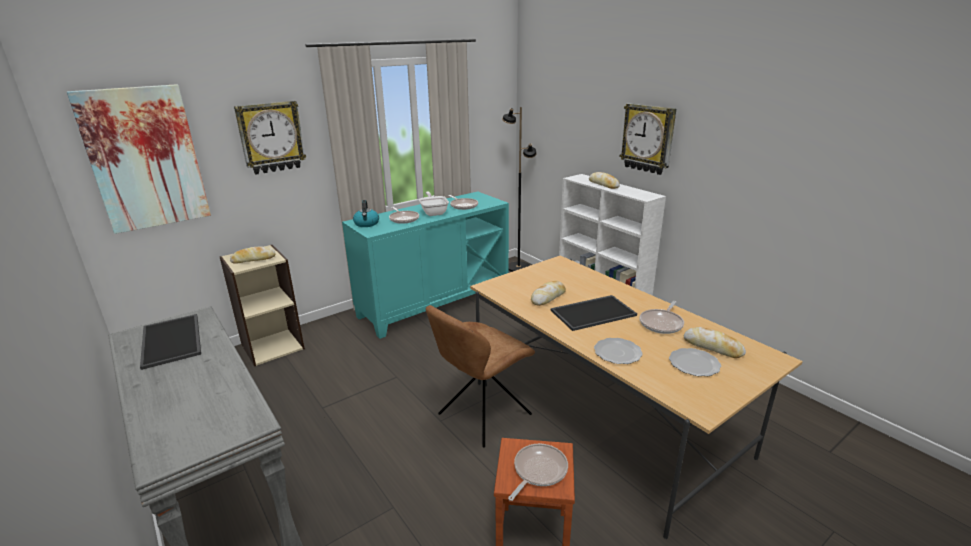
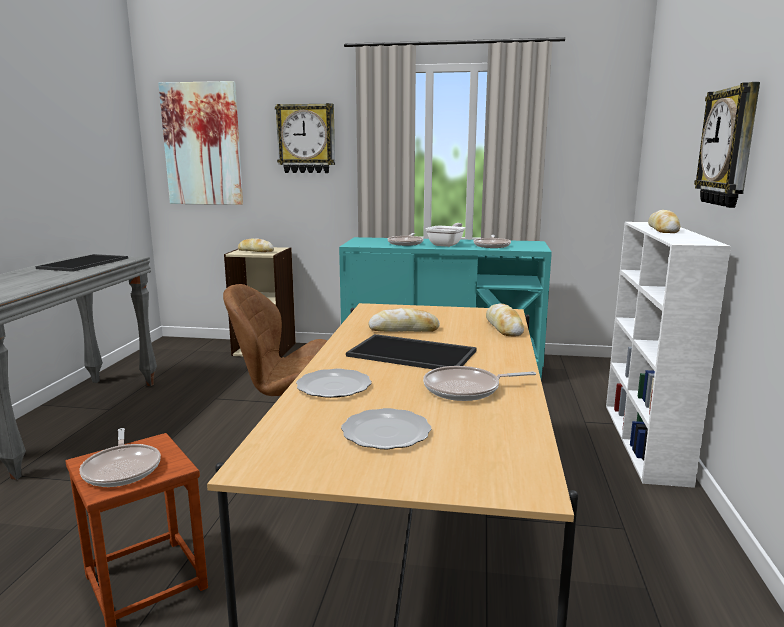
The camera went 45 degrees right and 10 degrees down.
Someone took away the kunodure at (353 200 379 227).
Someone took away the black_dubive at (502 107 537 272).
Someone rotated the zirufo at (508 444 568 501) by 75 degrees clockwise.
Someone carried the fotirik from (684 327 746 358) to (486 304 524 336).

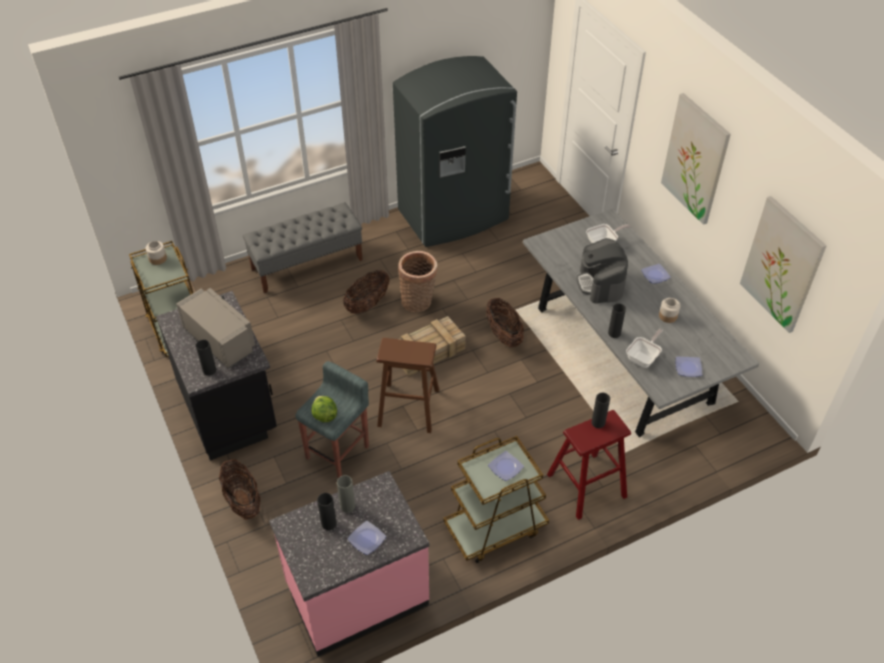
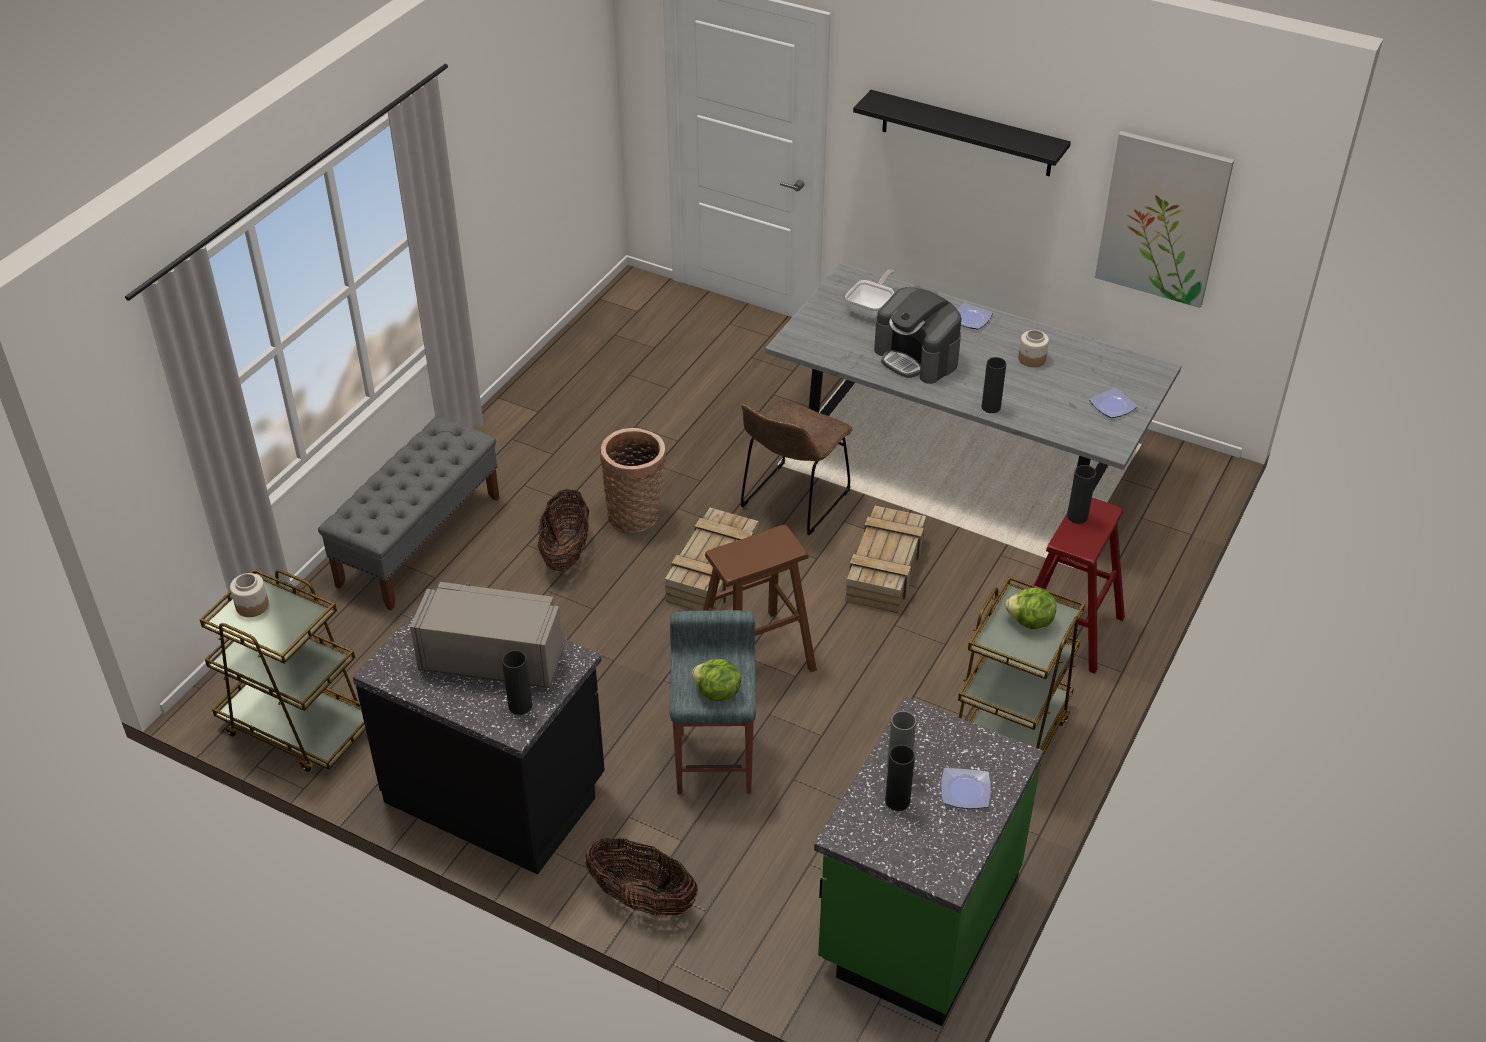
The camera went 35 degrees left and 5 degrees down.
Someone repainted the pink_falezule at (269 471 429 656), which became the green_falezule at (814 697 1044 1026).
Someone took away the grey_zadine at (393 56 517 247).
Someone swapped the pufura at (486 298 524 347) for the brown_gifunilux at (740 400 853 535).
Someone swapped the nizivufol at (488 451 524 481) for the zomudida at (1005 587 1056 630).
Someone took away the zirufo at (626 329 663 368).
Someone swapped the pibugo at (661 93 731 225) for the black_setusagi at (853 90 1071 176).
Someone put down the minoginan at (846 506 926 613).

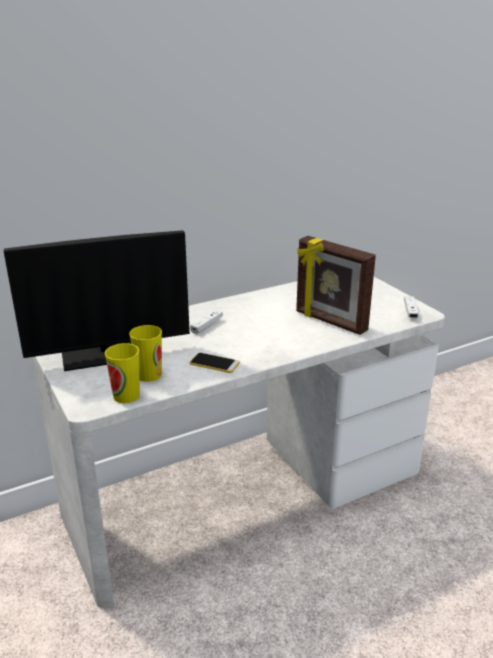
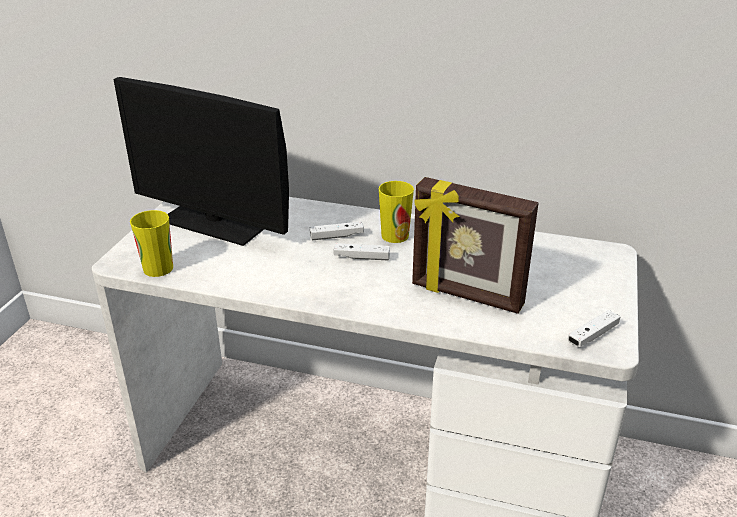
The camera went 45 degrees right and 5 degrees up.
Someone carried the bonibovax from (129 325 162 382) to (378 181 414 243).
Someone took away the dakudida at (190 353 240 373).
Someone rotated the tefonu at (296 236 376 335) by 60 degrees counterclockwise.
Someone put down the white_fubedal at (334 243 390 260).

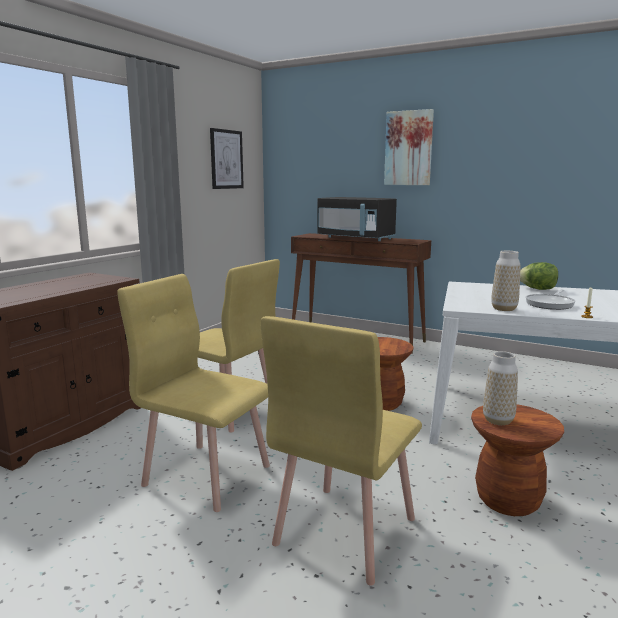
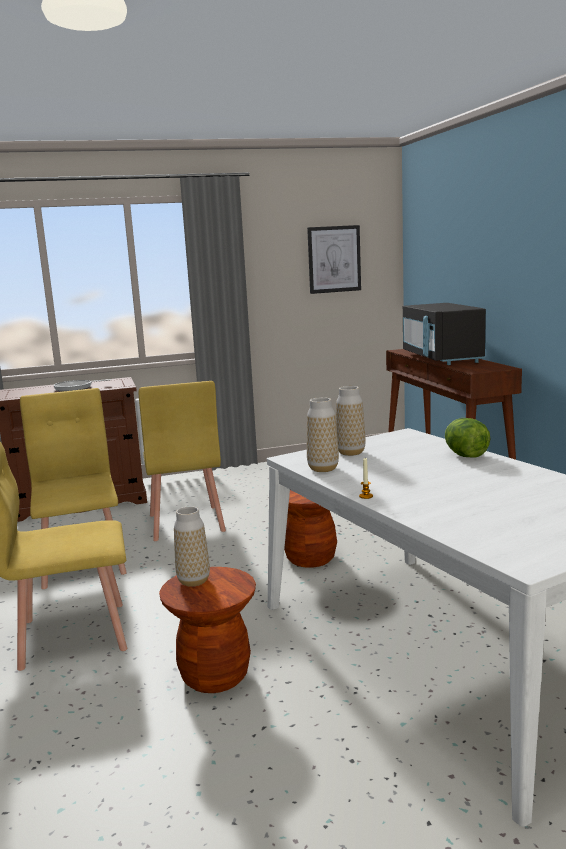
The camera went 45 degrees right and 0 degrees up.
Someone took away the pibugo at (384 109 434 185).
Someone carried the zirufo from (526 290 576 310) to (54 379 111 391).
Someone put down the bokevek at (336 386 366 456).

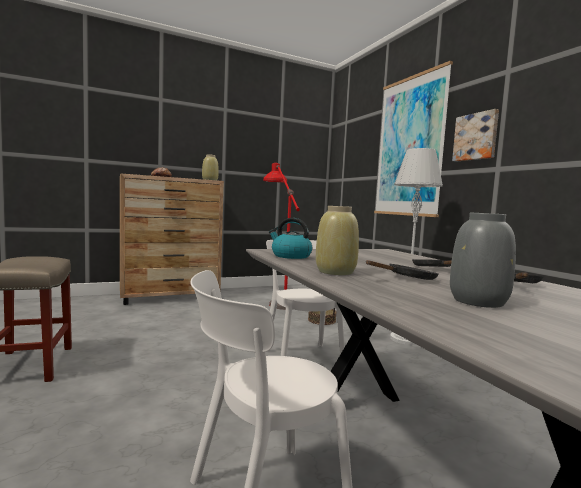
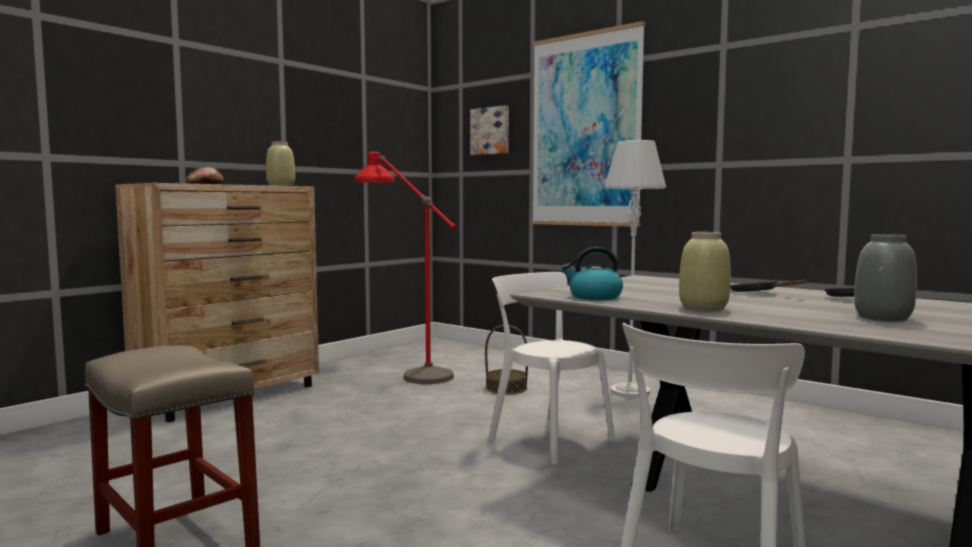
The camera went 25 degrees left and 0 degrees up.
Someone took away the black_zirufo at (366 260 439 280).
Someone carried the pibugo from (452 109 499 162) to (470 105 509 155).

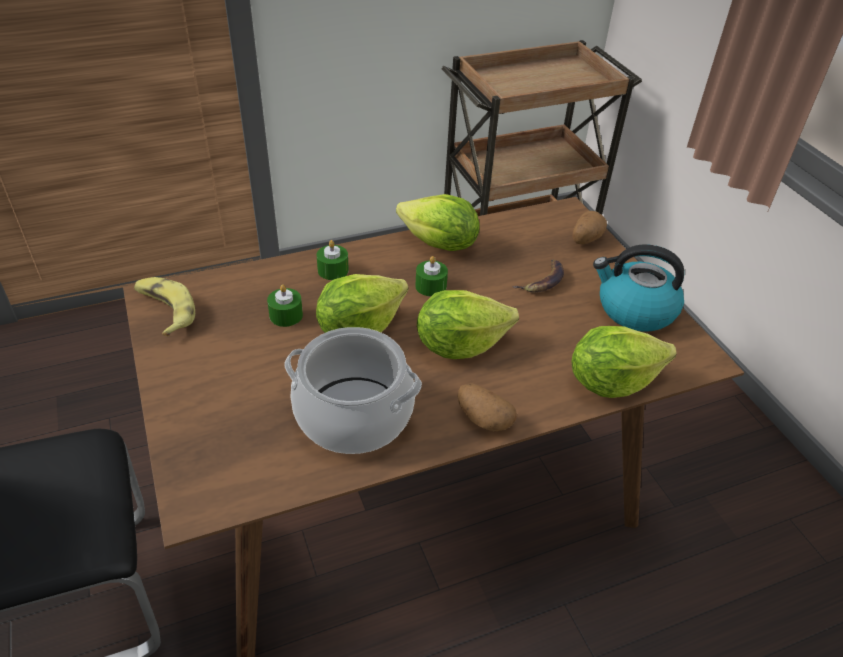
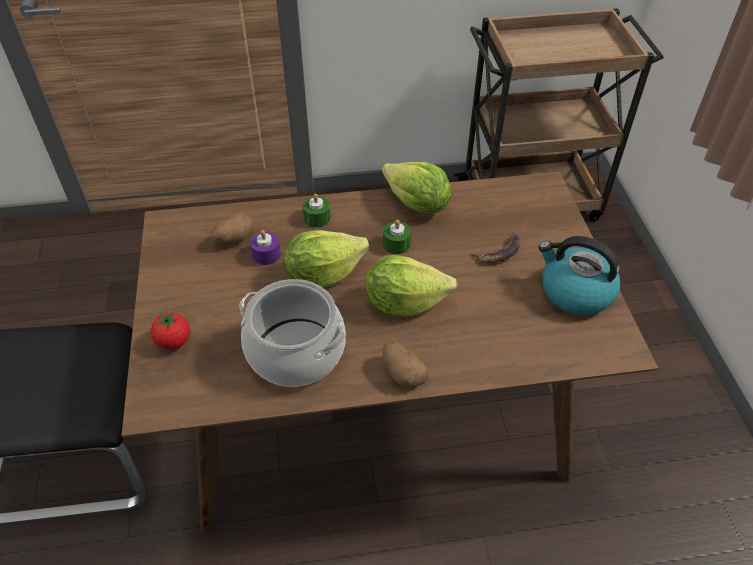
The camera went 15 degrees right and 5 degrees up.
Someone took away the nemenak at (134 277 195 336).
Someone repainted the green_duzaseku at (267 284 303 327), which became the purple_duzaseku at (250 230 281 265).
Someone took away the zomudida at (571 326 677 398).
Someone carried the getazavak from (572 211 607 244) to (211 212 254 246).
Someone put down the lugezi at (151 311 190 350).

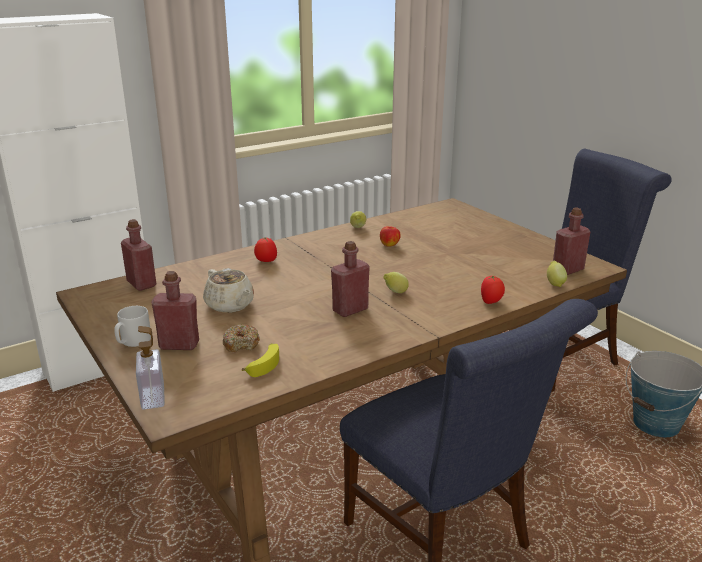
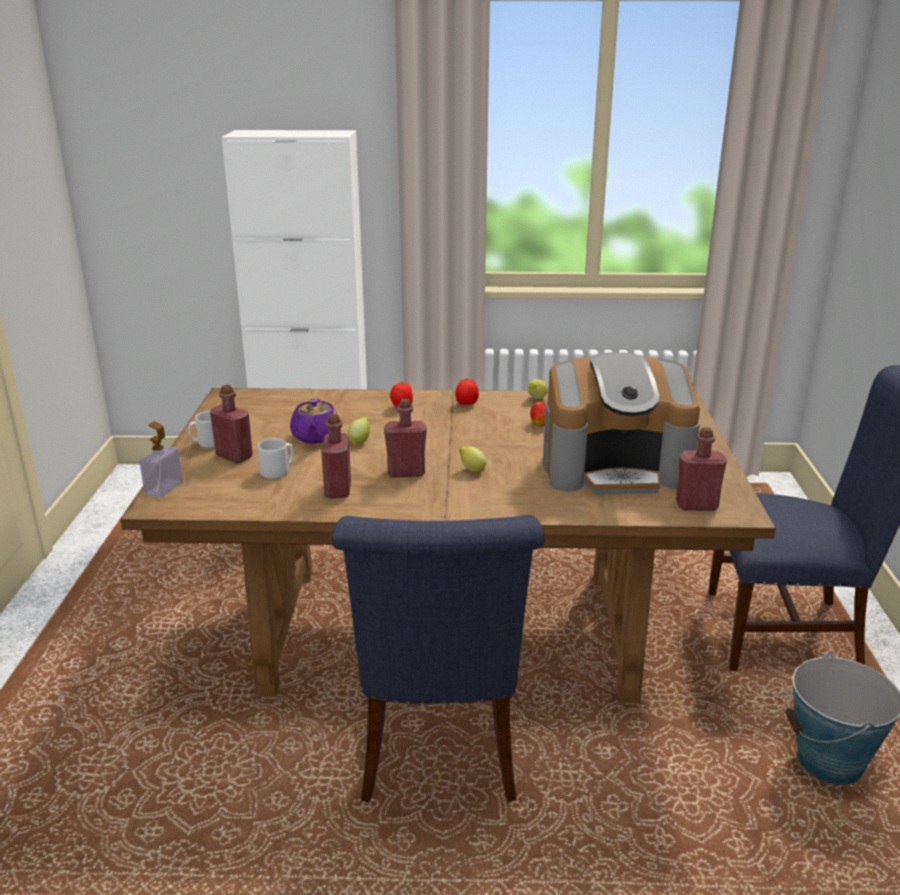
The camera went 35 degrees right and 0 degrees up.
Someone carried the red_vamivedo from (121 219 156 291) to (321 414 351 498).
Someone repainted the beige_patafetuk at (203 268 254 313), which became the purple_patafetuk at (290 398 337 444).
Someone swapped the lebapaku at (223 324 260 352) for the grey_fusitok at (257 438 294 479).
Someone took away the nemenak at (242 344 279 377).
Someone carried the lugezi from (481 275 505 304) to (455 379 479 405).
Someone carried the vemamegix from (547 261 567 287) to (348 417 370 445).
Someone put down the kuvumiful at (543 352 700 494).

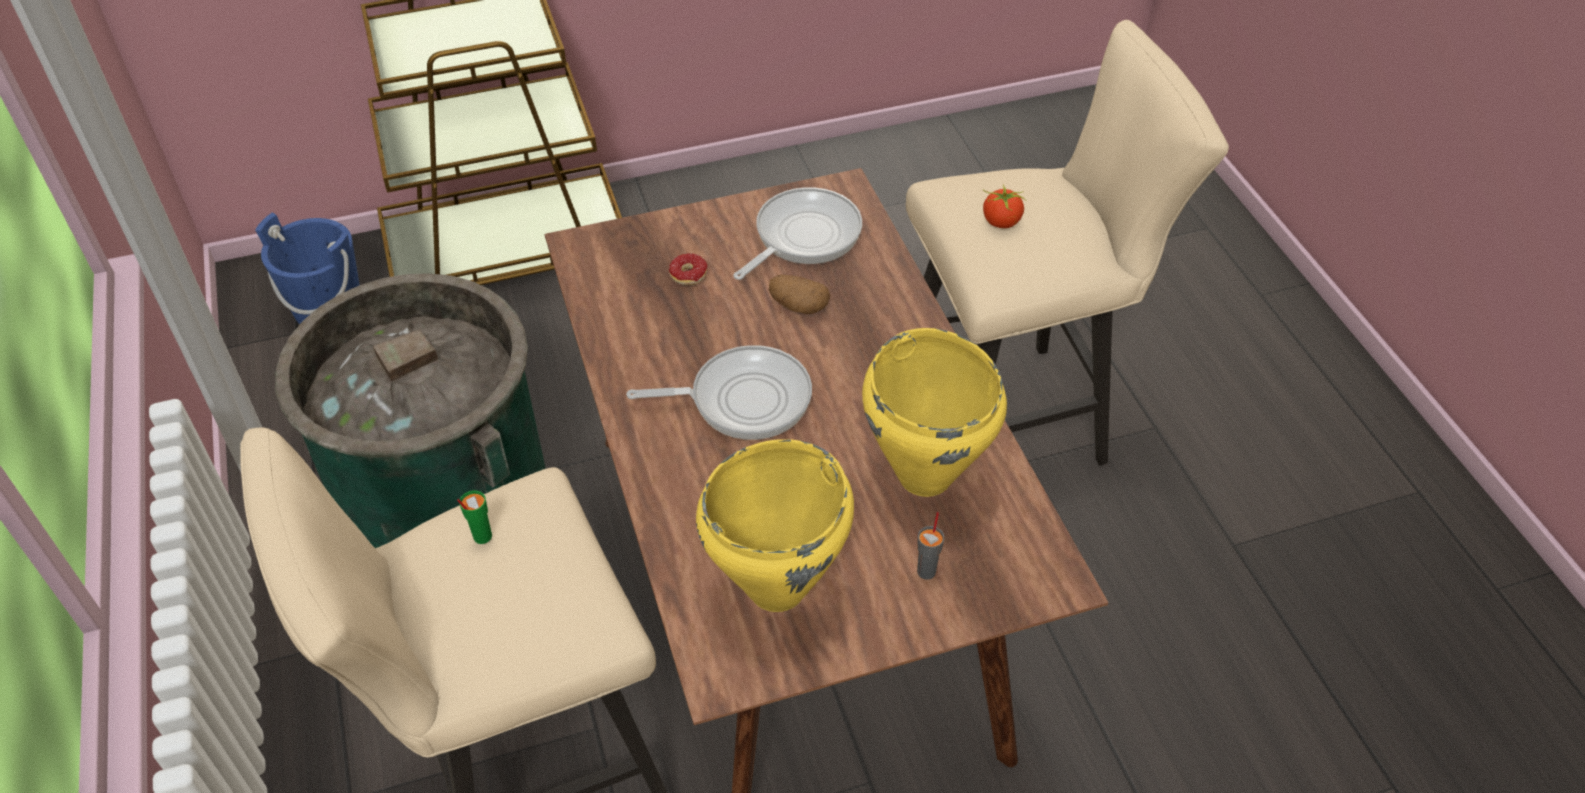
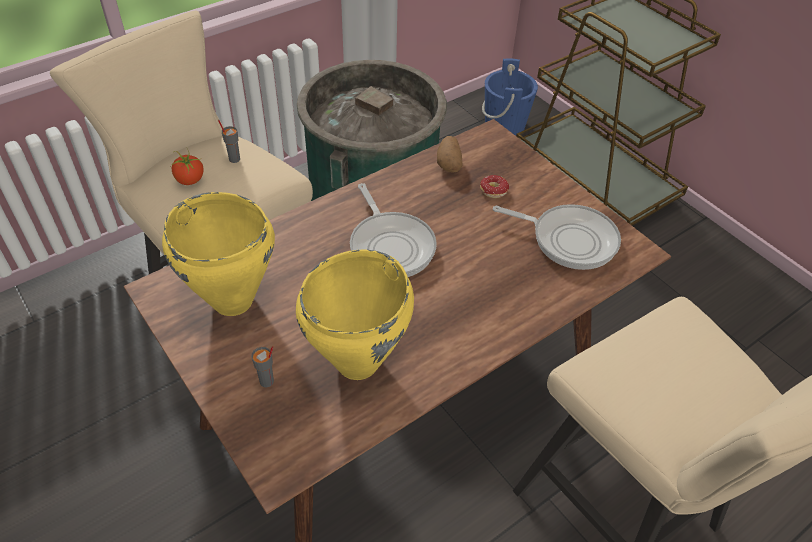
The camera went 70 degrees right and 0 degrees up.
Someone repainted the green_bonibovax at (457 490 492 544), which became the grey_bonibovax at (218 120 240 163).
Someone carried the getazavak from (769 275 830 314) to (437 136 462 173).
Someone carried the lugezi from (983 184 1027 228) to (170 149 204 185).

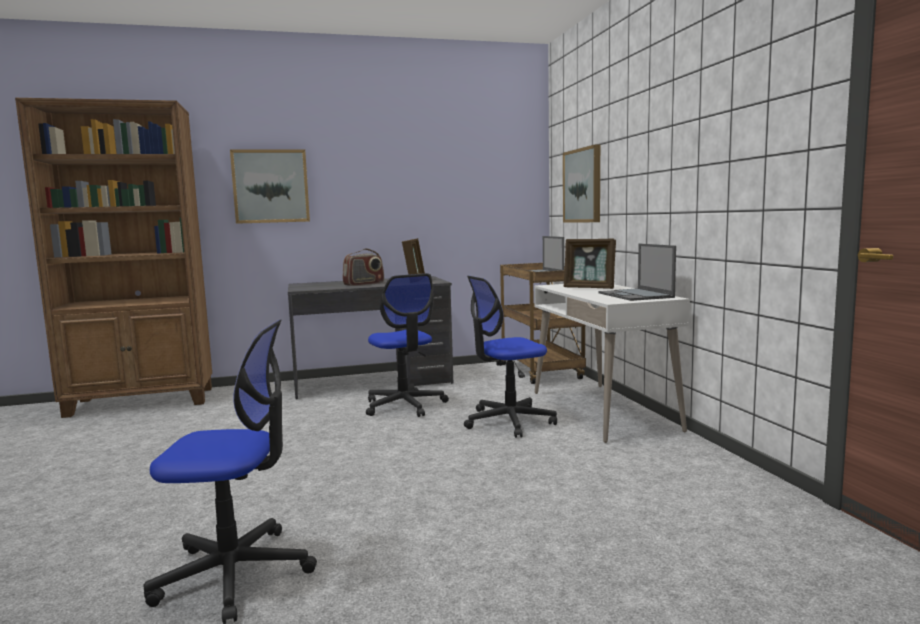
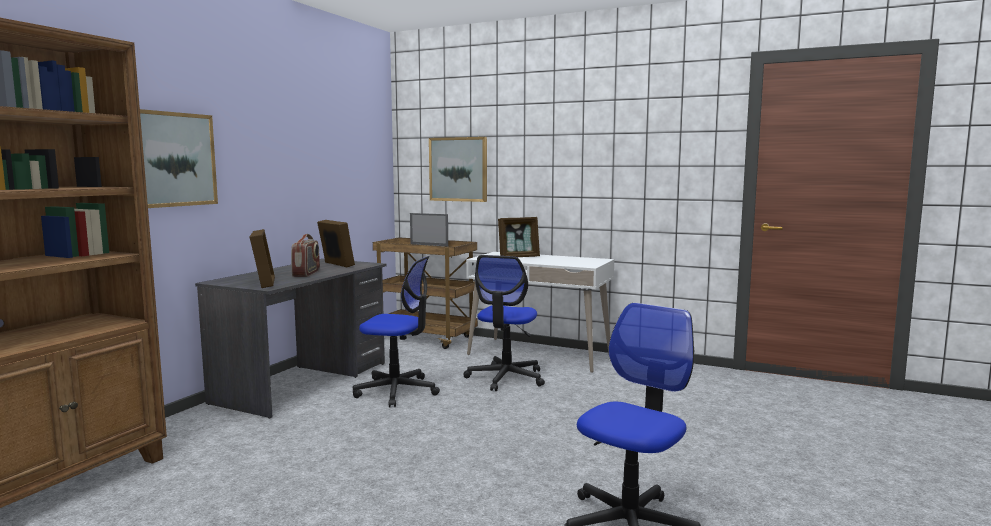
The camera went 50 degrees left and 0 degrees up.
Someone took away the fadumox at (598 244 676 301).
Someone put down the tefonu at (249 229 275 288).

